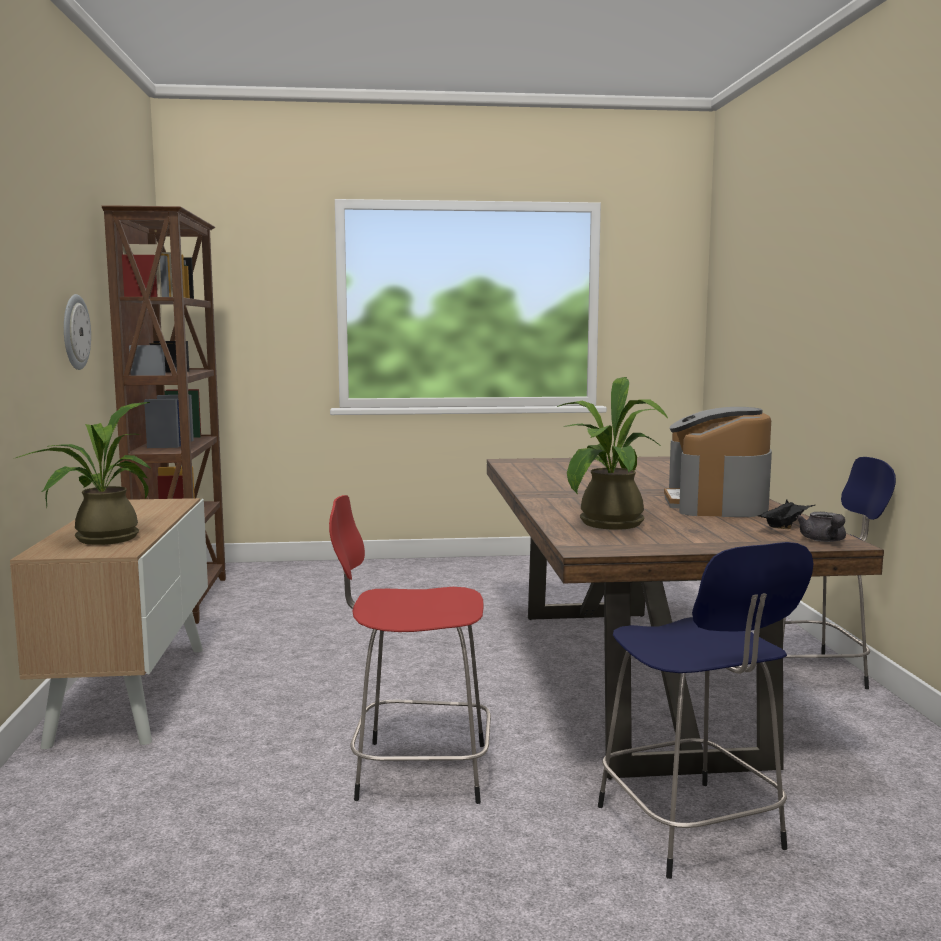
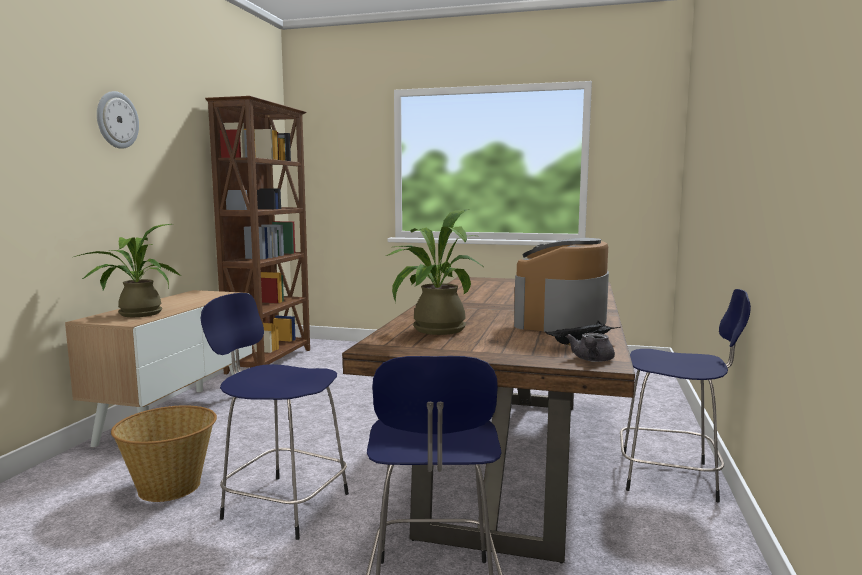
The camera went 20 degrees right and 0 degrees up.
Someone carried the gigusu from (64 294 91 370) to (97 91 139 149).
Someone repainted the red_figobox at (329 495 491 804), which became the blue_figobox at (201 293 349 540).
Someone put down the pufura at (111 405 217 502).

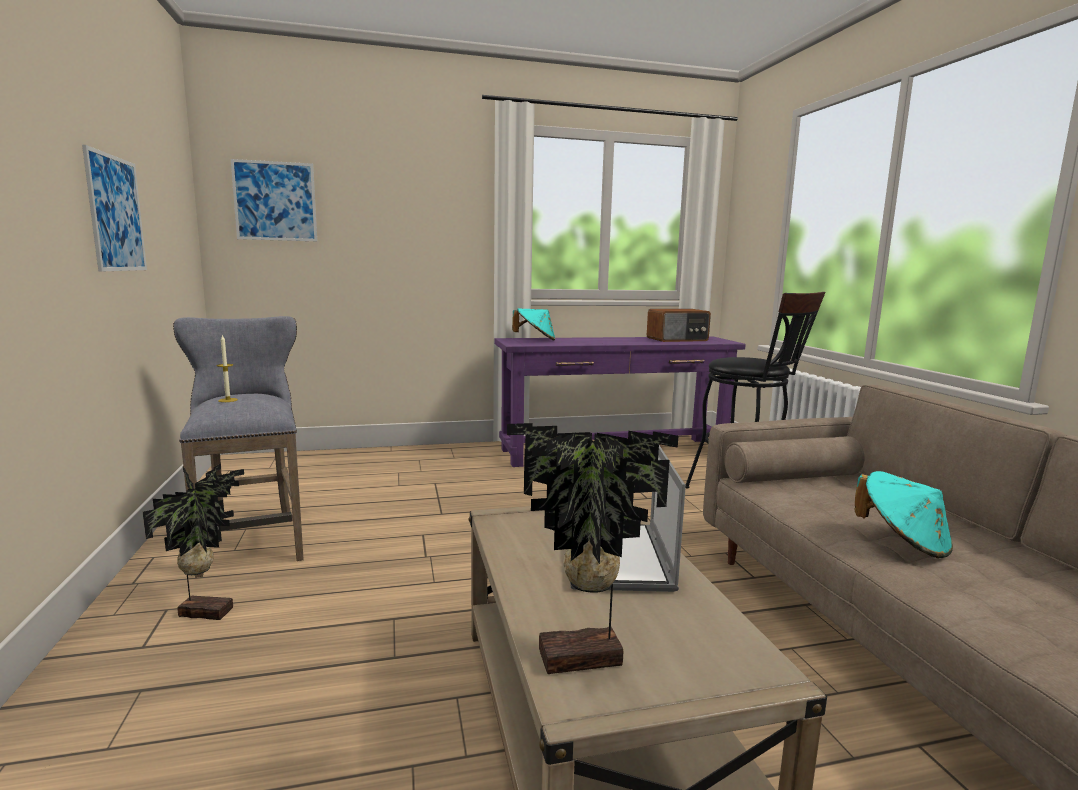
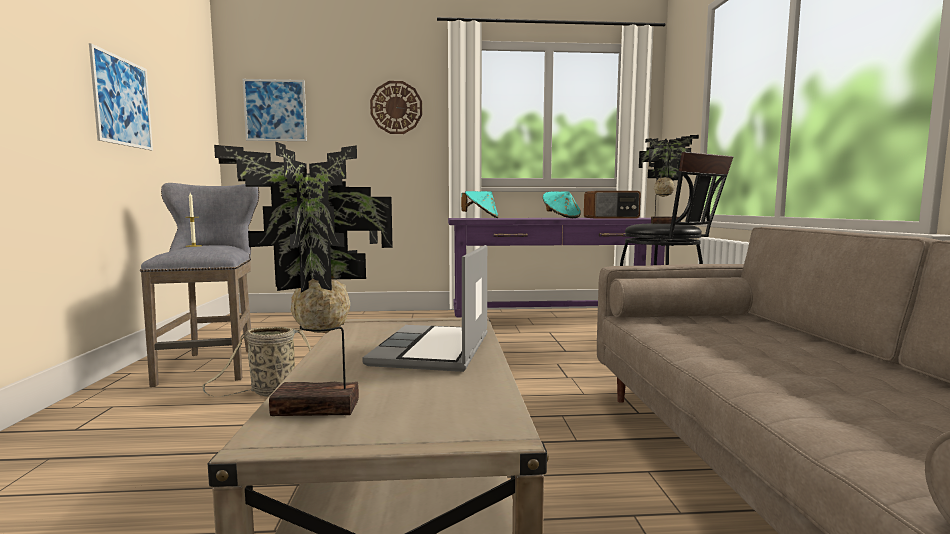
The camera went 10 degrees right and 5 degrees down.
Someone carried the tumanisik from (143 464 244 620) to (639 135 699 224).
Someone carried the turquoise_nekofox from (854 471 953 558) to (543 191 581 218).
Someone put down the pufura at (202 327 311 397).
Someone put up the gigusu at (370 81 422 134).

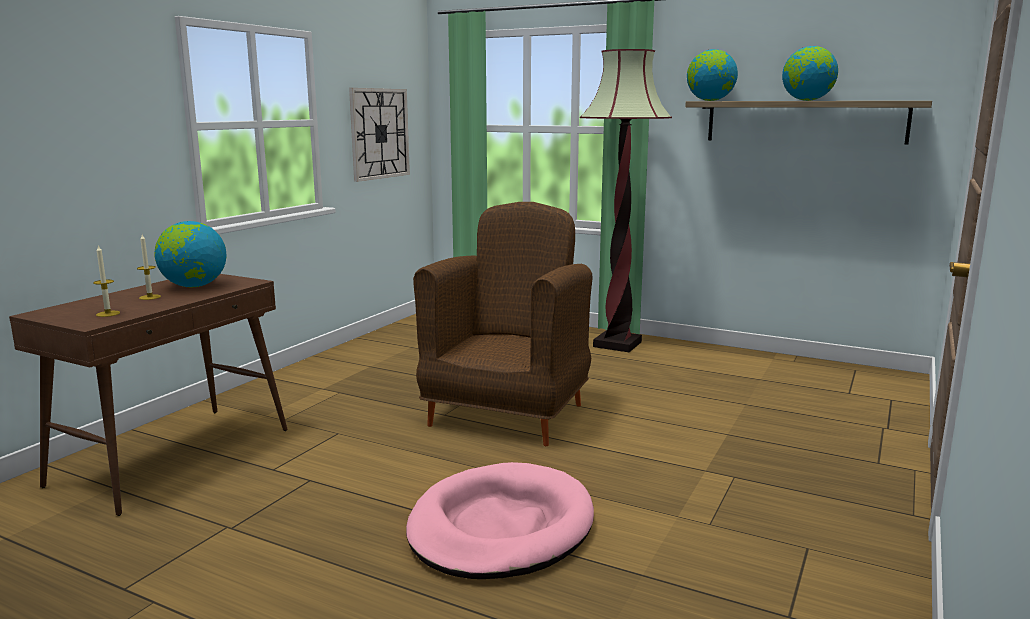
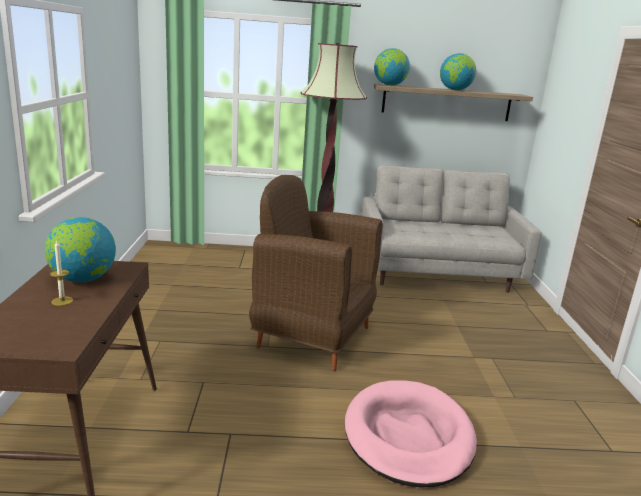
The camera went 30 degrees left and 5 degrees up.
Someone took away the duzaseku at (93 245 120 317).
Someone took away the gigusu at (349 88 410 182).
Someone rotated the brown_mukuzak at (413 202 592 446) by 60 degrees counterclockwise.
Someone put down the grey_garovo at (361 165 542 293).

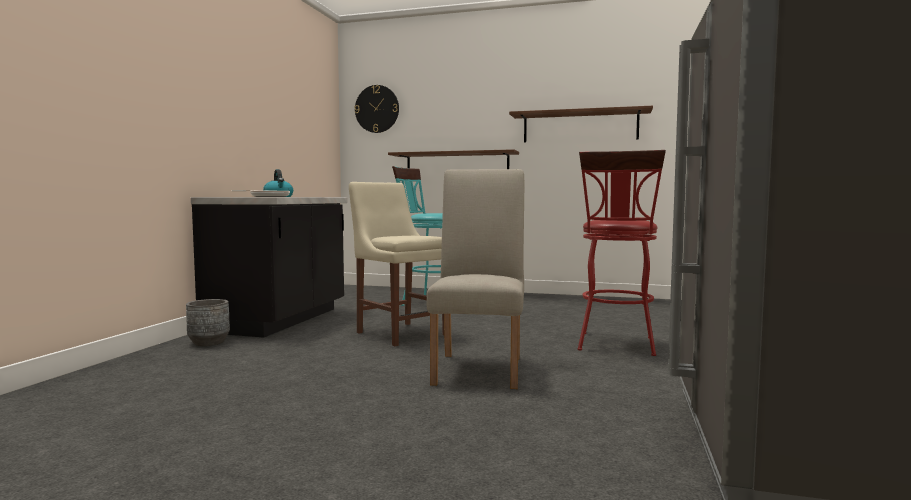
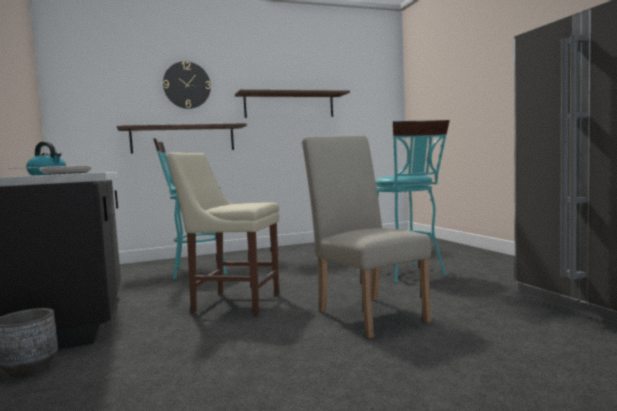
The camera went 35 degrees left and 0 degrees up.
Someone carried the gigusu from (354 85 399 133) to (163 61 211 109).
Someone repainted the red_figobox at (577 150 666 356), which became the turquoise_figobox at (370 120 450 283).

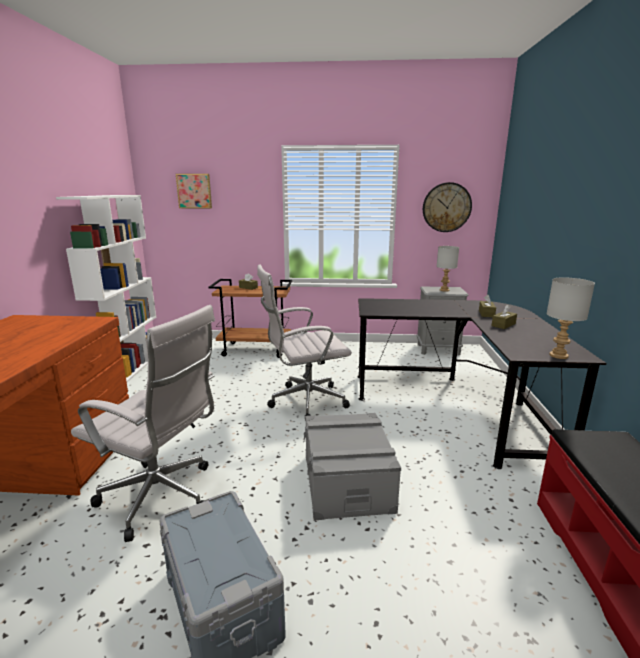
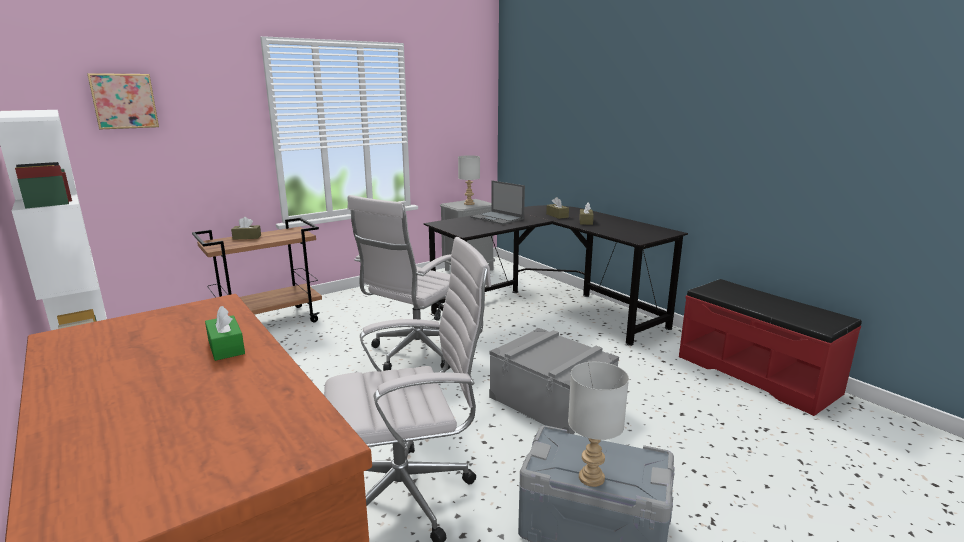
The camera went 40 degrees left and 0 degrees up.
Someone took away the gigusu at (423 182 472 232).
Someone carried the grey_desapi from (547 277 595 359) to (568 362 629 487).
Someone put down the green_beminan at (205 306 245 361).
Someone put down the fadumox at (470 180 525 225).

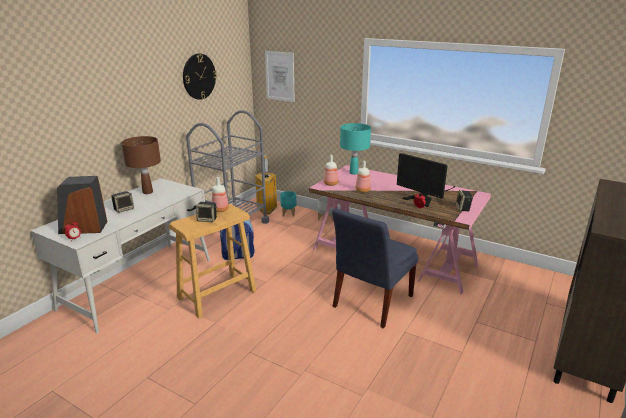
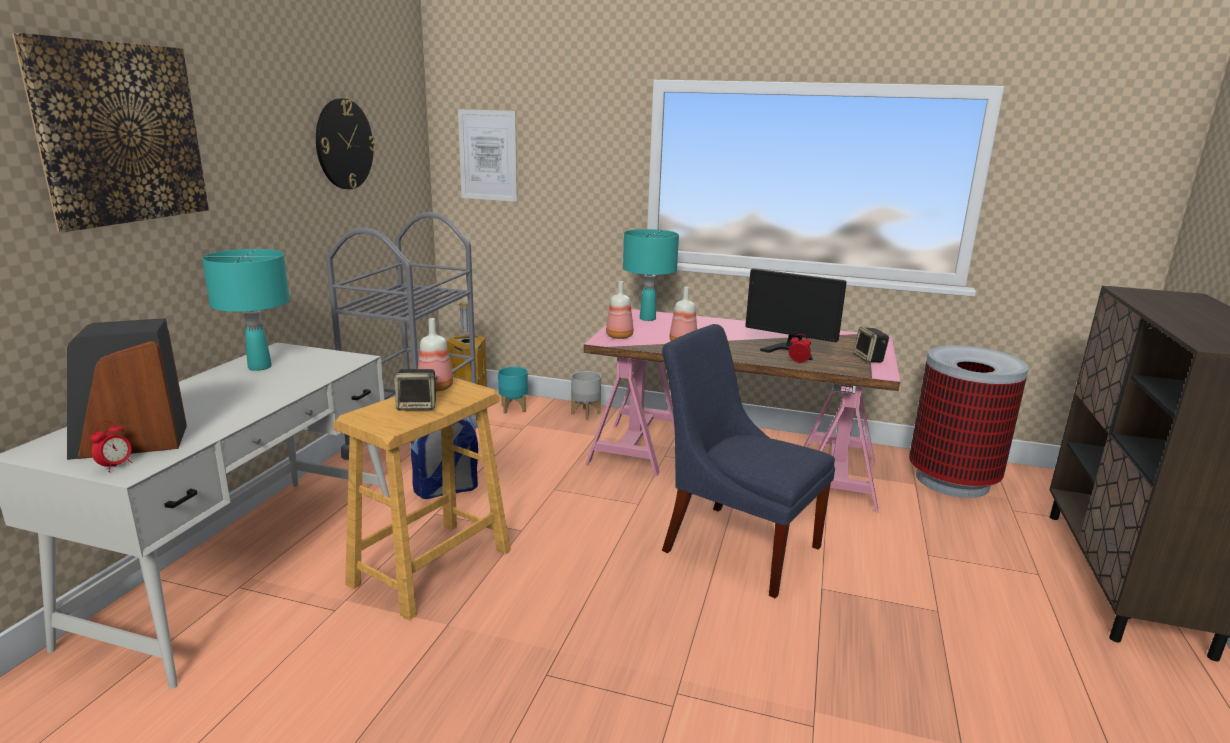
The camera went 15 degrees left and 5 degrees down.
Someone took away the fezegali at (111 191 134 213).
Someone repainted the brown_desapi at (121 136 161 194), which became the turquoise_desapi at (202 249 290 371).
Someone rotated the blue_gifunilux at (332 208 419 328) by 105 degrees clockwise.
Someone put up the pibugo at (12 33 209 232).
Someone put down the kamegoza at (909 345 1029 498).

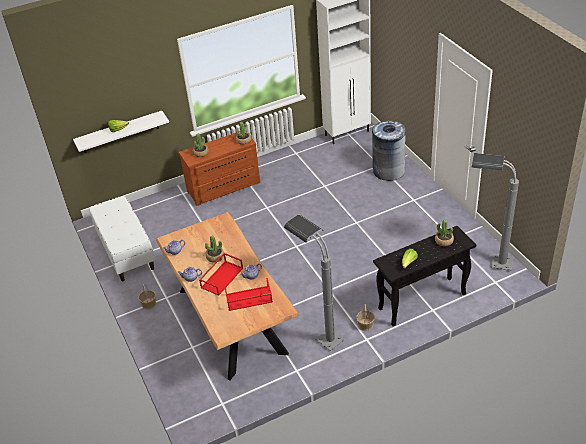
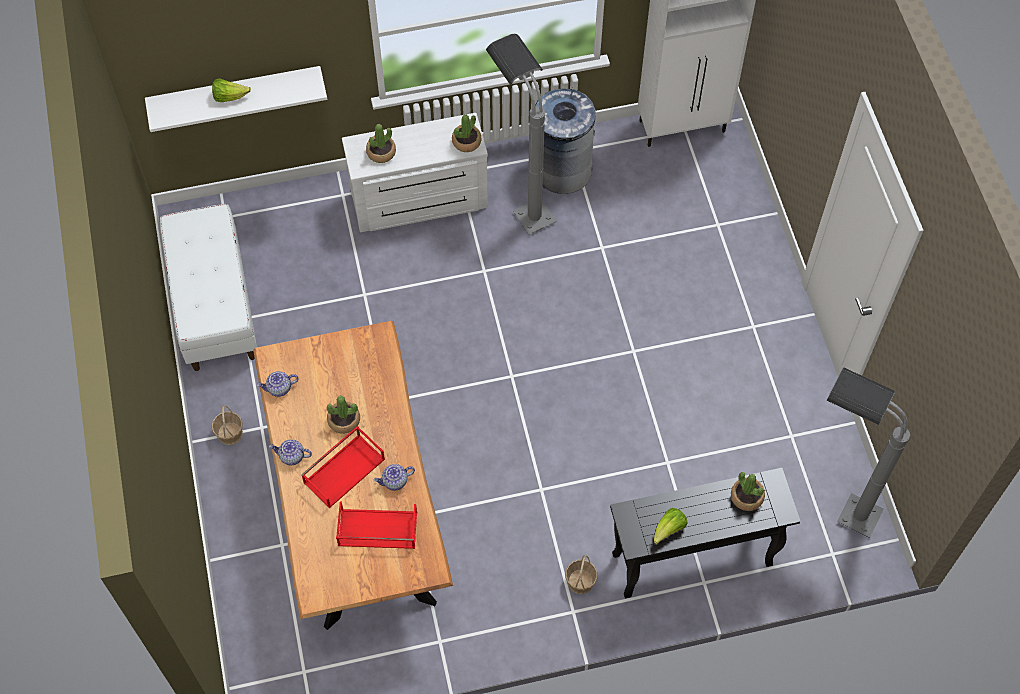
The camera went 10 degrees right and 20 degrees up.
Someone repainted the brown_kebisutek at (179 131 260 206), which became the white_kebisutek at (342 113 488 232).
Someone carried the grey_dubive from (284 215 345 351) to (486 34 557 235).
Someone carried the grey_kamegoza from (372 121 406 181) to (535 87 596 194).

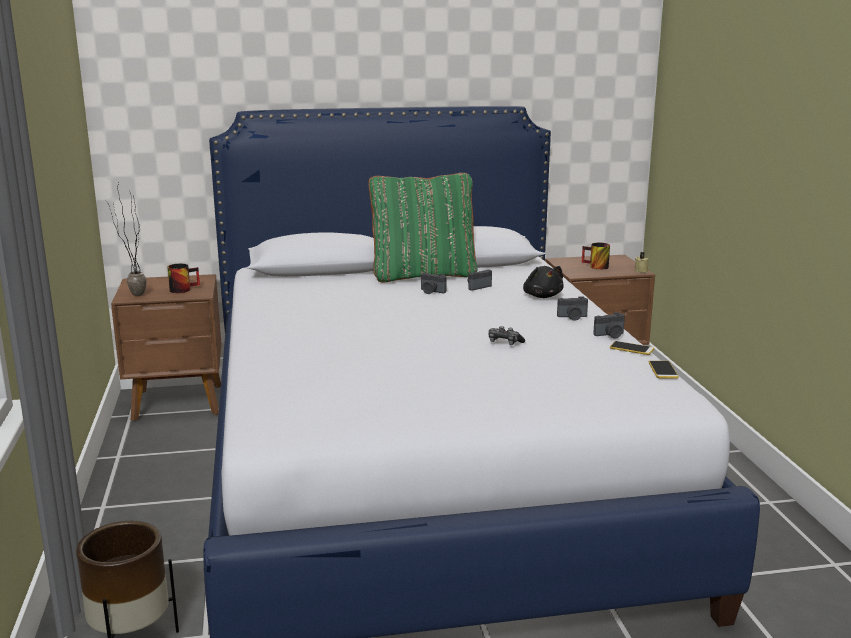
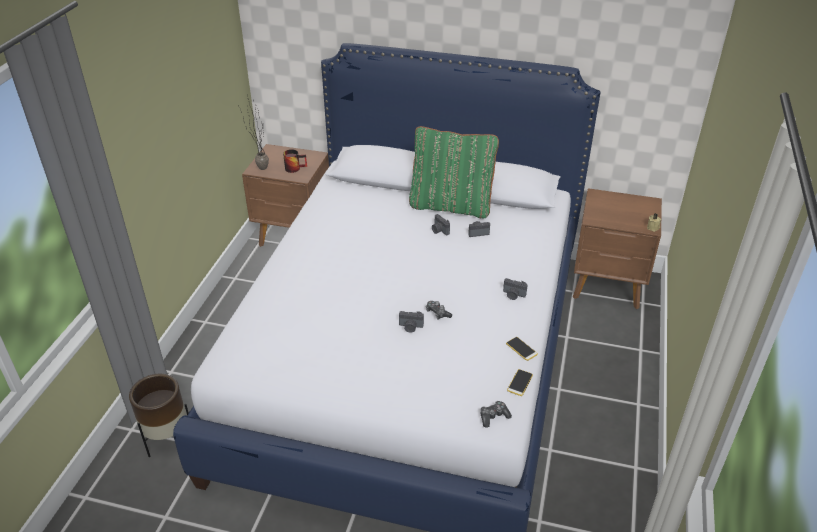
The camera went 25 degrees right and 20 degrees up.
Someone took away the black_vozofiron at (523 266 564 298).
Someone took away the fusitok at (582 243 610 269).
Someone carried the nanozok from (593 312 625 339) to (399 311 424 333).
Someone put down the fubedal at (481 401 512 428).

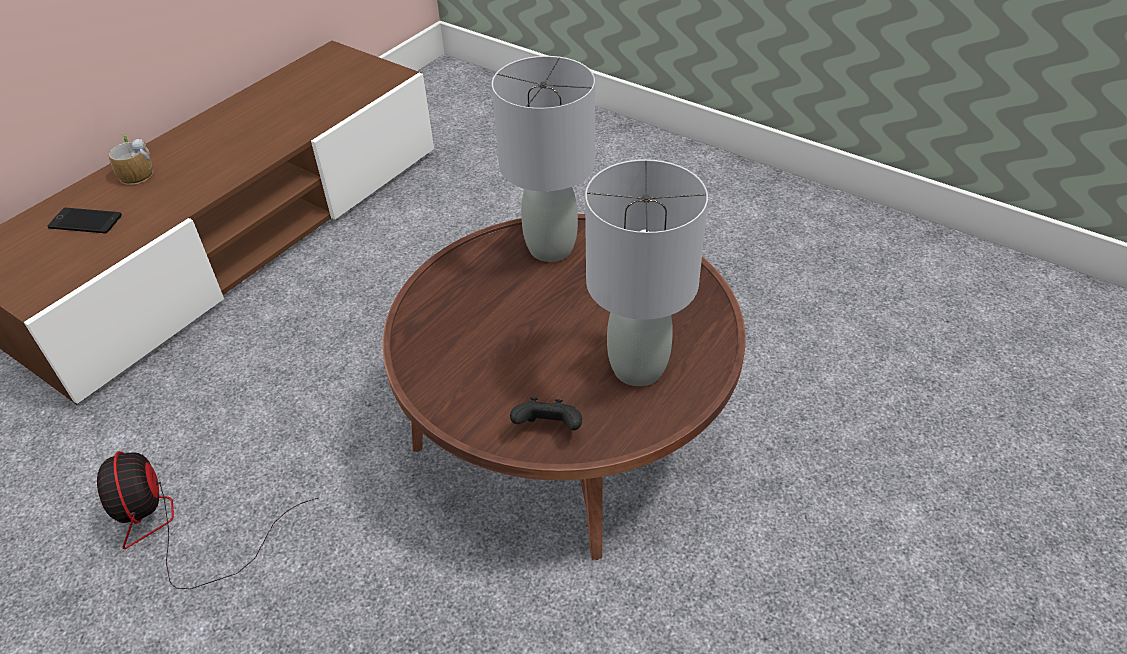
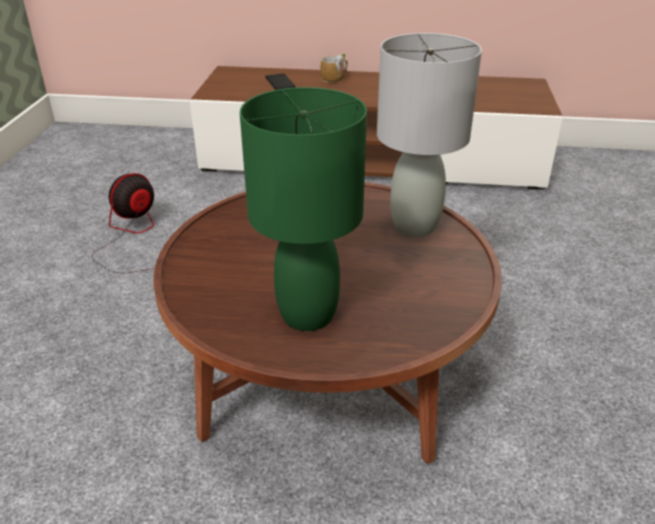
The camera went 60 degrees right and 10 degrees down.
Someone took away the black_fubedal at (510 397 582 431).
Someone repainted the grey_desapi at (585 159 708 386), which became the green_desapi at (240 87 367 331).

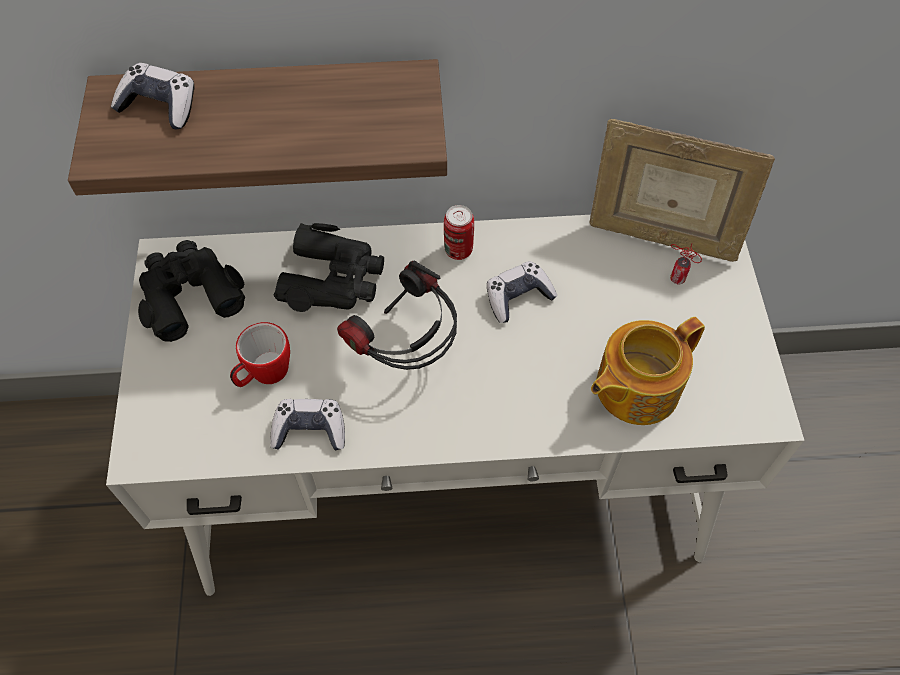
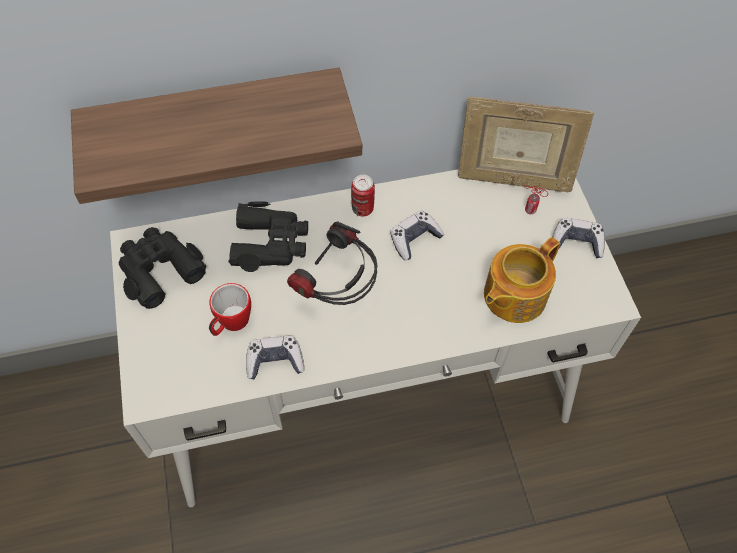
The camera went 10 degrees left and 0 degrees up.
Someone carried the fubedal from (111 63 194 129) to (553 218 605 258).

